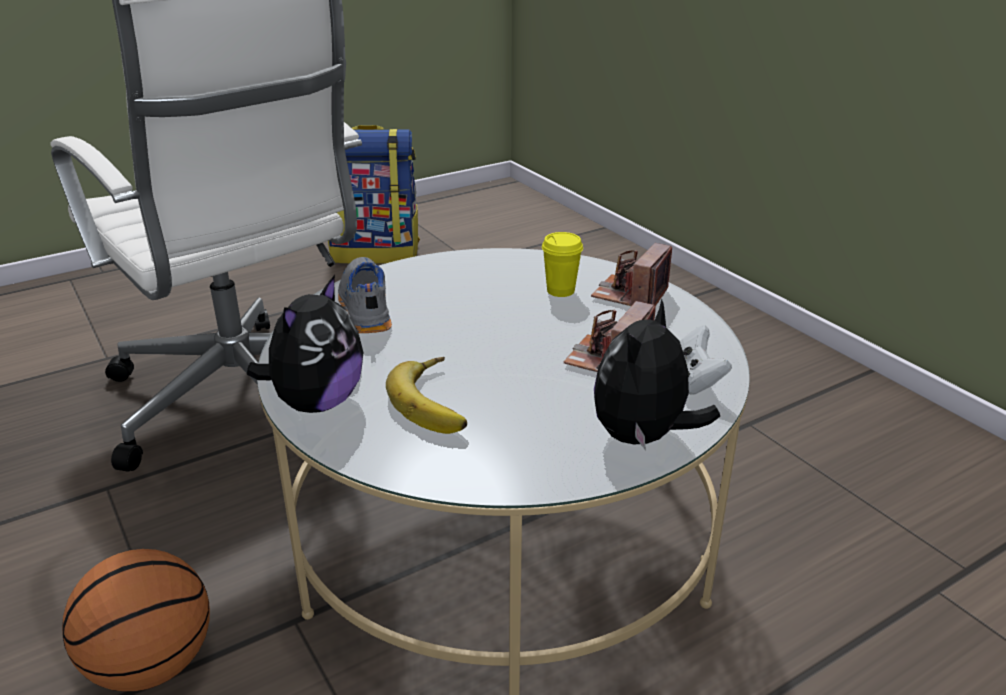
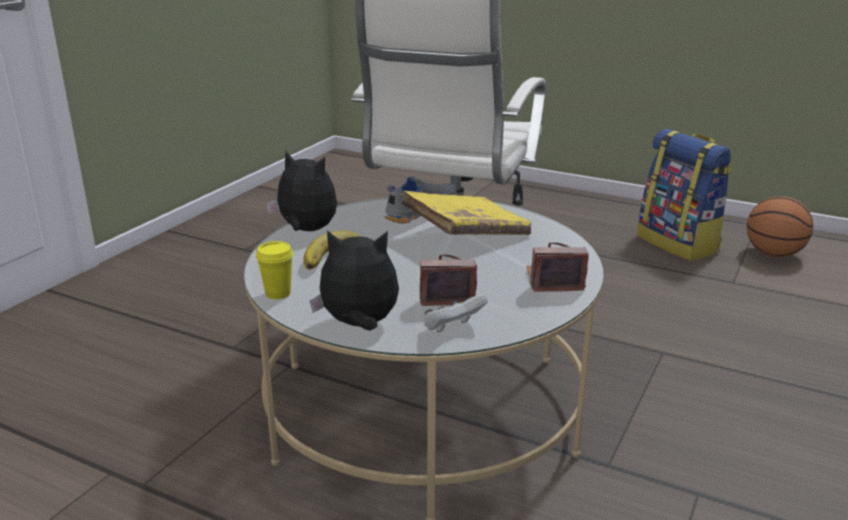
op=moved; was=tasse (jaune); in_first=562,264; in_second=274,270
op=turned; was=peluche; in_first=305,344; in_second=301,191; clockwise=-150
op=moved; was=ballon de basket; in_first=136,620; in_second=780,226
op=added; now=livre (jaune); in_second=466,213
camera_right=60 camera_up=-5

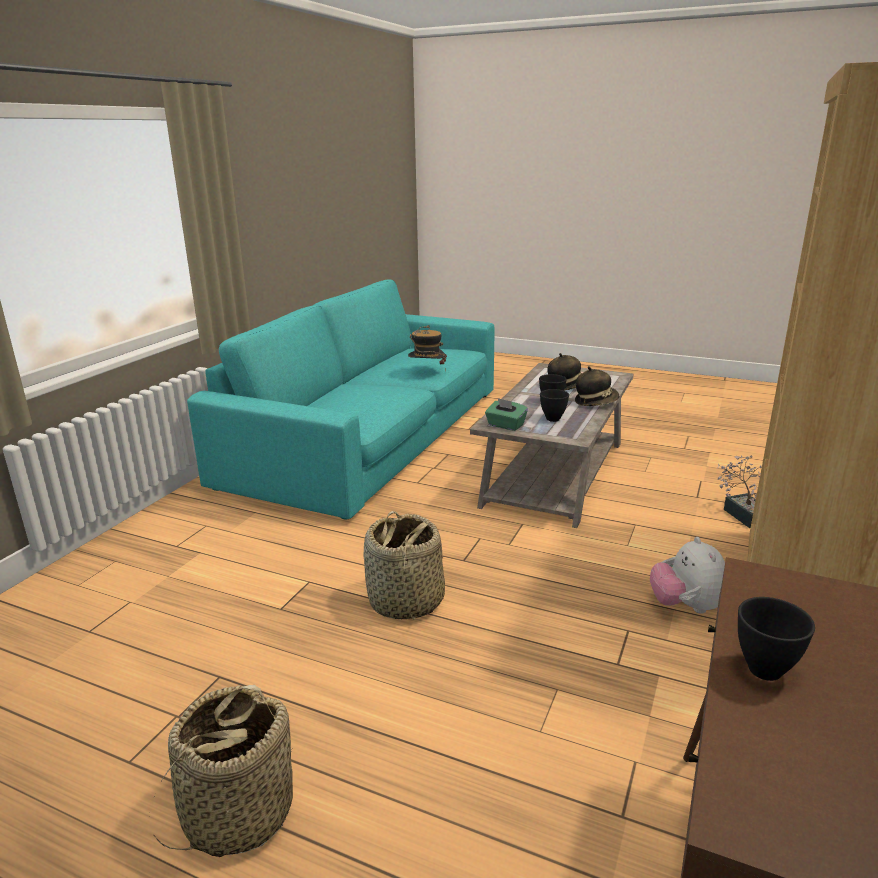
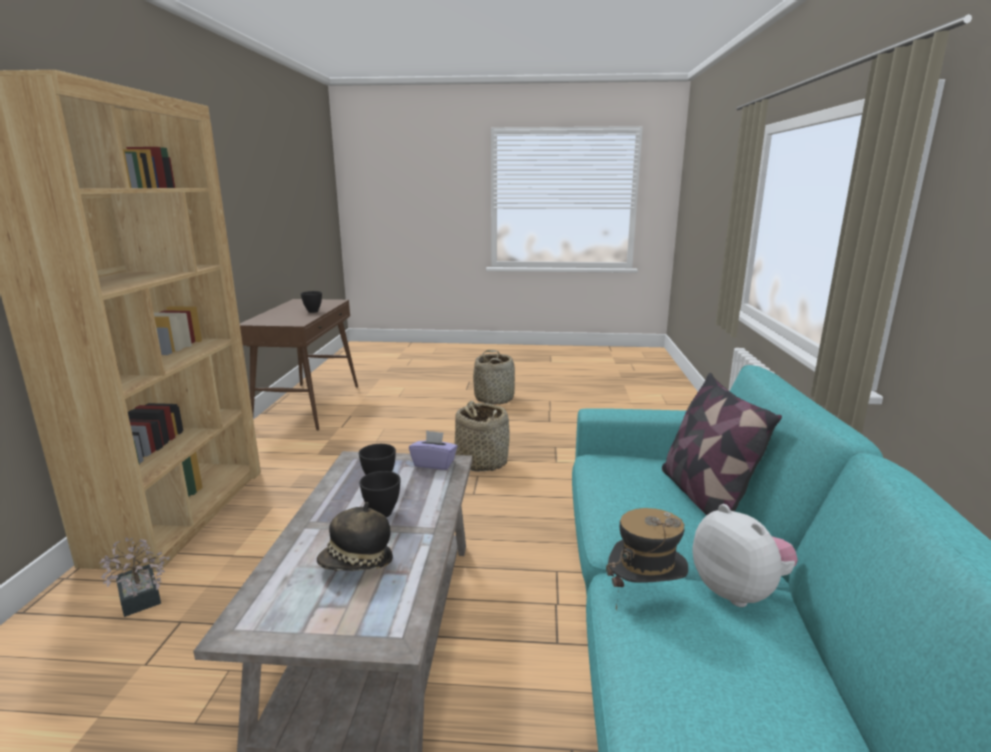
op=removed; was=chapeau; in_first=597,386
op=recoloured; was=boîte à mouchoirs (vert); now=boîte à mouchoirs (violet); in_first=506,414; in_second=433,450
op=moved; was=peluche; in_first=687,575; in_second=745,555
op=added; now=coussin; in_second=722,444
camera_right=160 camera_up=-5

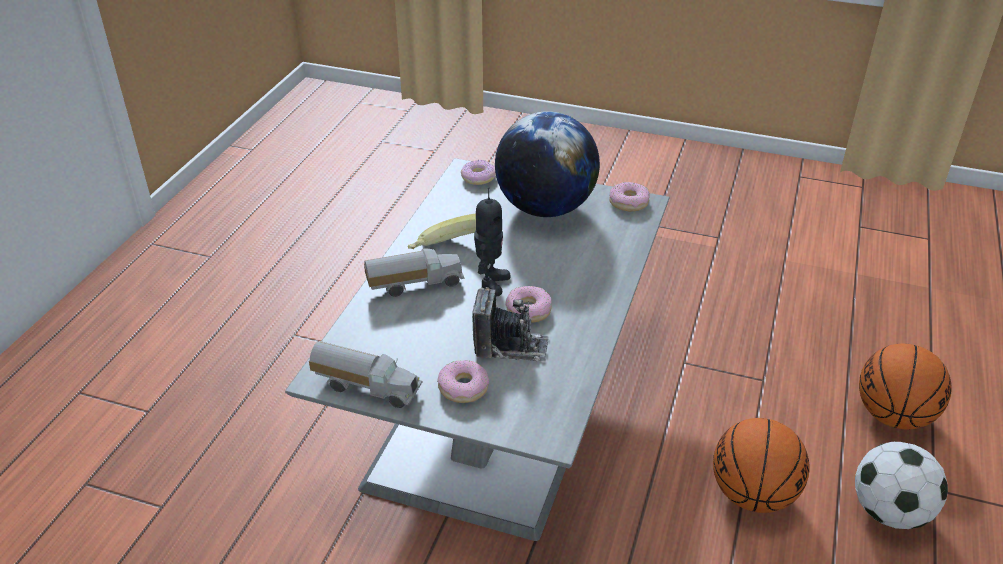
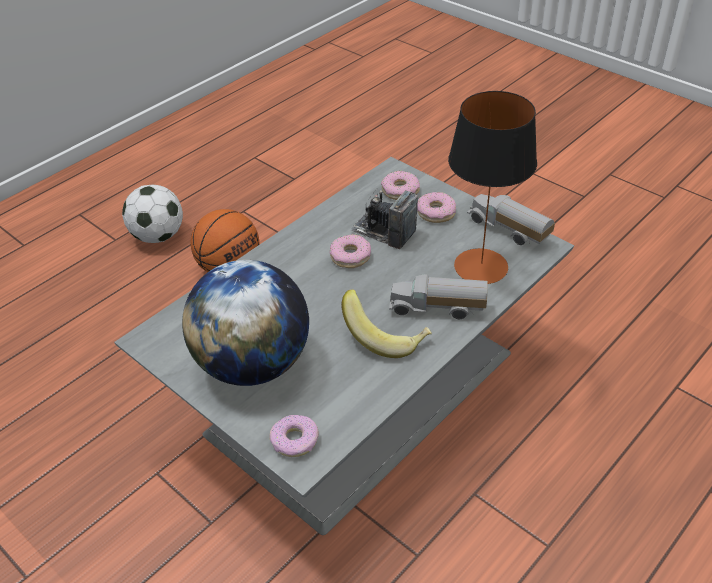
op=moved; was=beignet; in_first=629,196; in_second=400,185
op=removed; was=robot jouet; in_first=492,241
op=removed; was=ballon de basket; in_first=905,387
op=added; now=lampe de table; in_second=492,187
camera_right=-155 camera_up=5

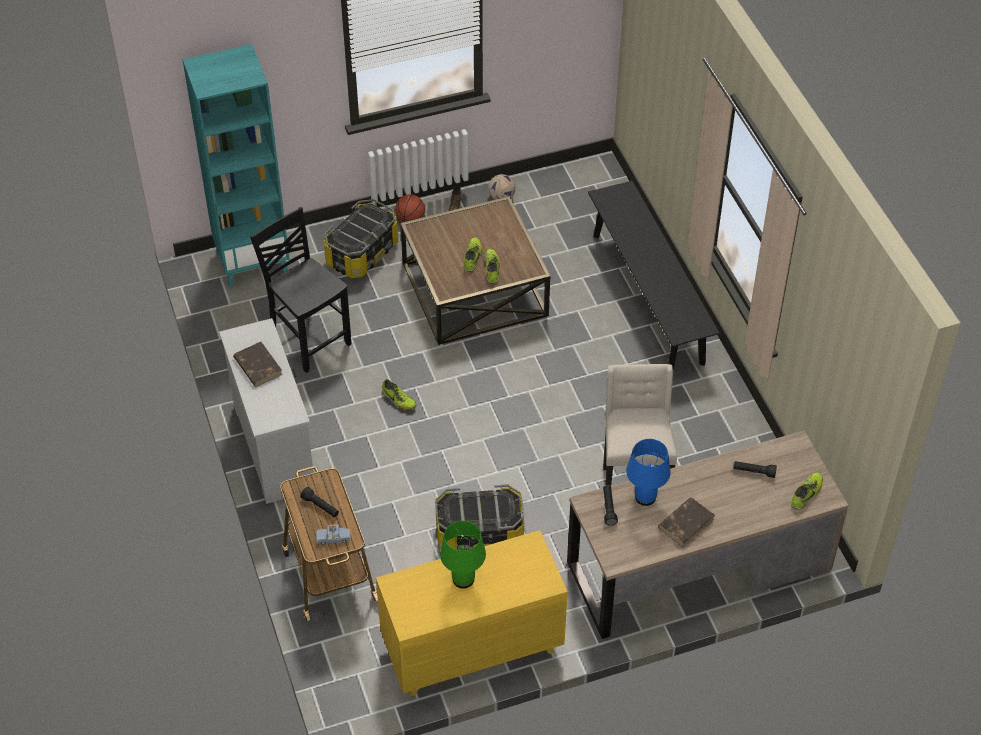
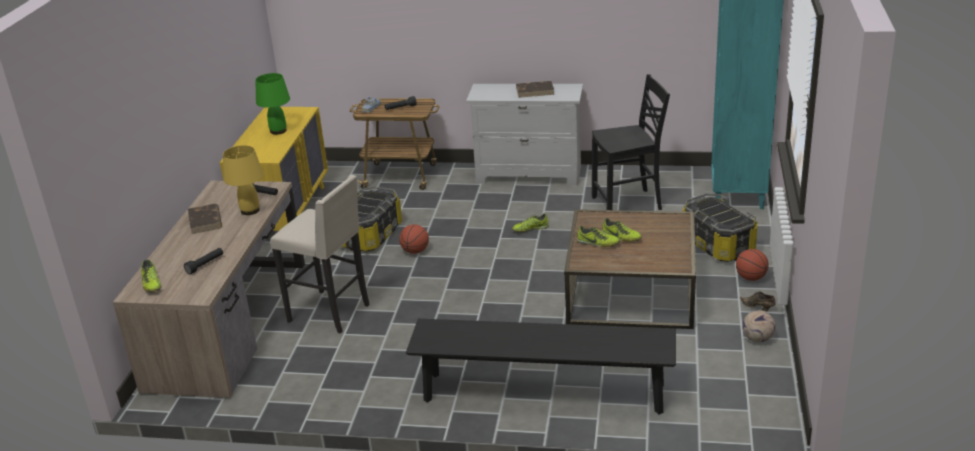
op=recoloured; was=lampe de table (bleu); now=lampe de table (jaune); in_first=648,472; in_second=243,180
op=added; now=ballon de basket; in_second=414,239
camera_right=120 camera_up=-20

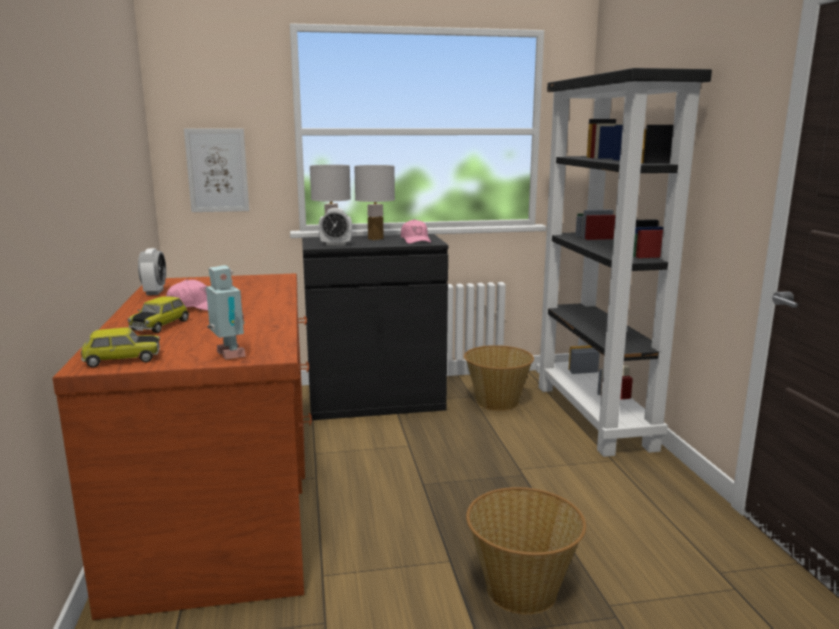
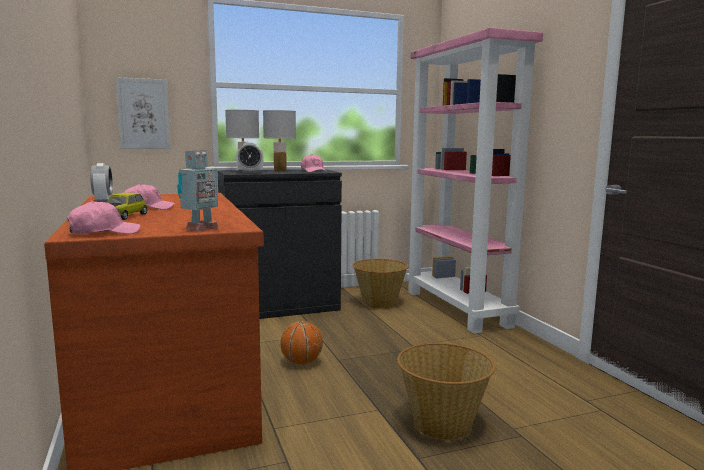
op=recoloured; was=bibliothèque (noir); now=bibliothèque (rose); in_first=624,262; in_second=474,181
op=turned; was=robot jouet; in_first=226,312; in_second=197,190; clockwise=75
op=replaced; was=petite voiture; now=casquette (rose); in_first=120,347; in_second=103,217
op=added; now=ballon de basket; in_second=302,343
camera_right=-10 camera_up=-5

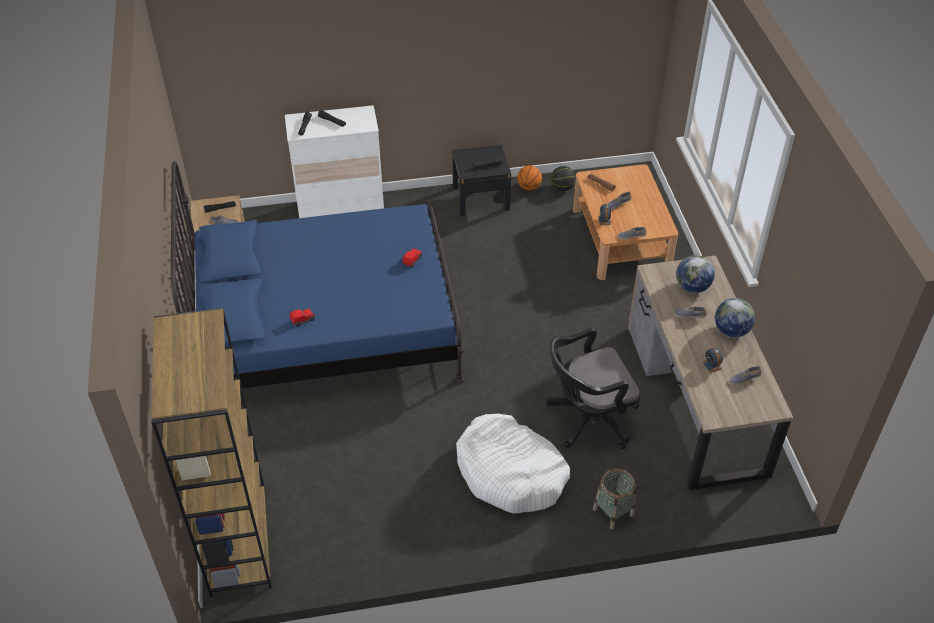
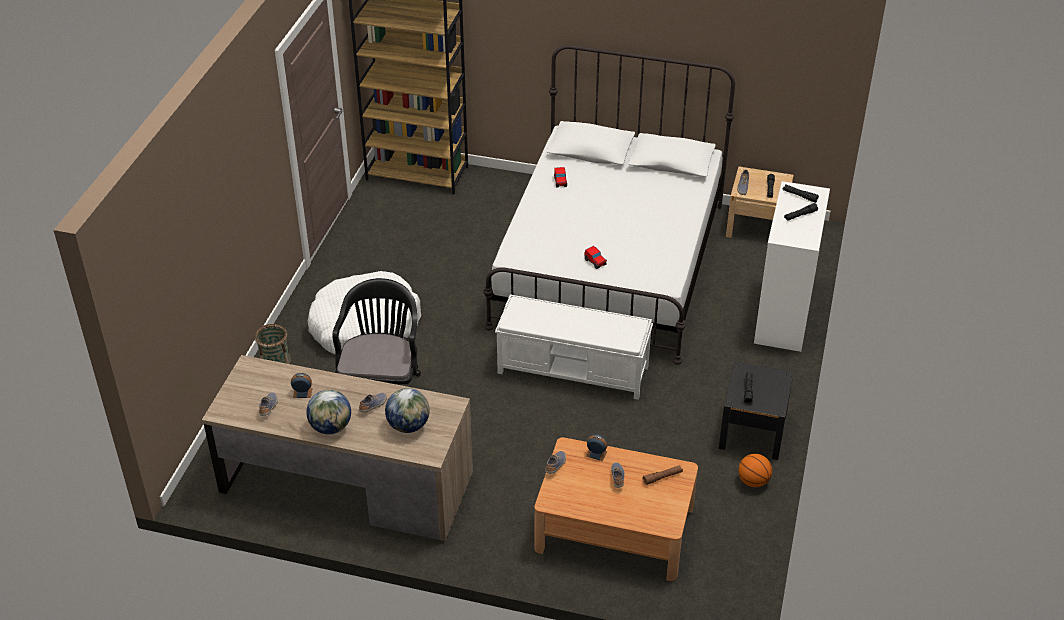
op=recoloured; was=lit (bleu); now=lit (blanc); in_first=317,274; in_second=609,204
op=removed; was=ballon de basket; in_first=563,178
op=added; now=banc (blanc); in_second=574,347
camera_right=115 camera_up=-5

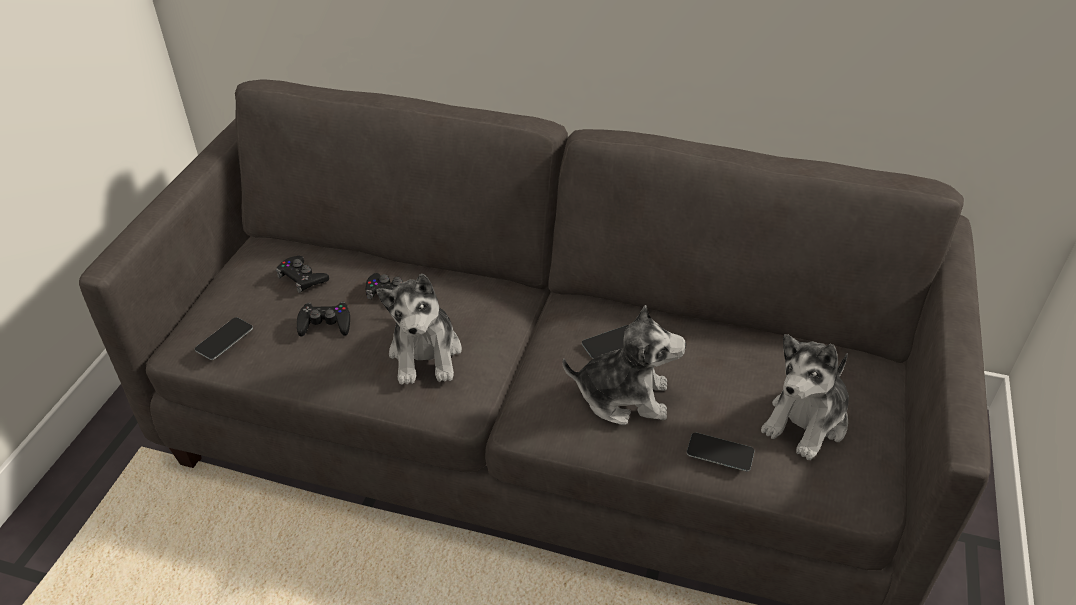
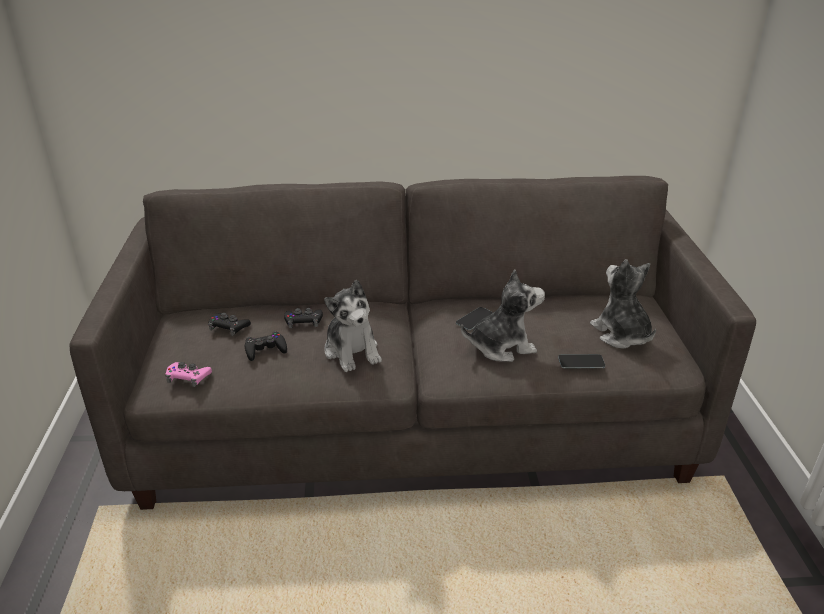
op=replaced; was=téléphone; now=manette (rose); in_first=224,339; in_second=188,374
op=turned; was=peluche; in_first=805,397; in_second=623,303; clockwise=135
camera_right=-20 camera_up=-10

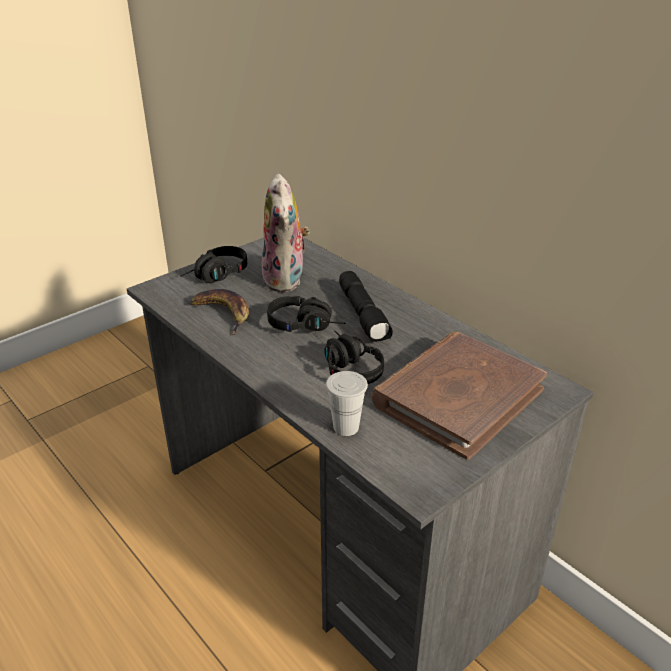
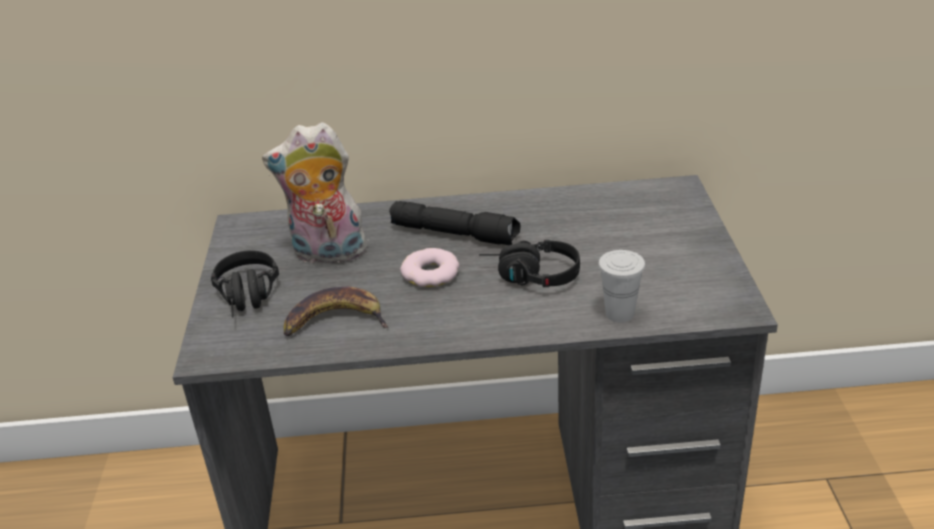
op=turned; was=peluche; in_first=285,233; in_second=315,193; clockwise=150
op=replaced; was=casque audio (noir); now=beignet; in_first=306,314; in_second=429,267
op=removed; was=livre (marron); in_first=459,396
camera_right=-50 camera_up=0

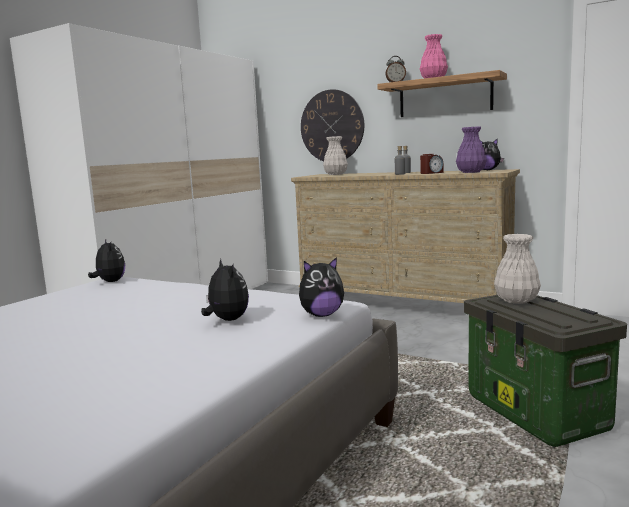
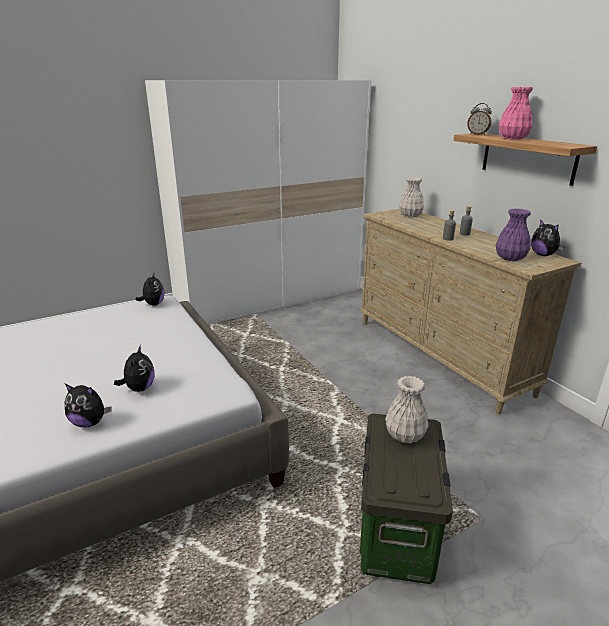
op=removed; was=horloge murale; in_first=332,125
op=removed; was=réveil; in_first=431,164
op=moved; was=peluche; in_first=321,287; in_second=88,405
camera_right=30 camera_up=15

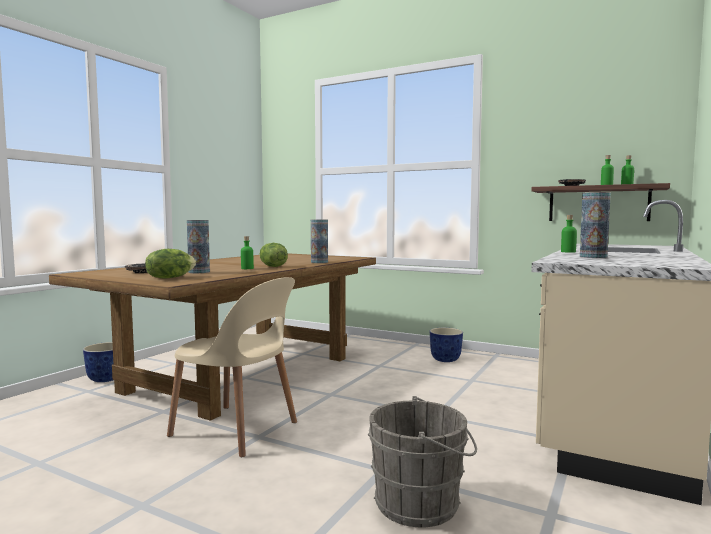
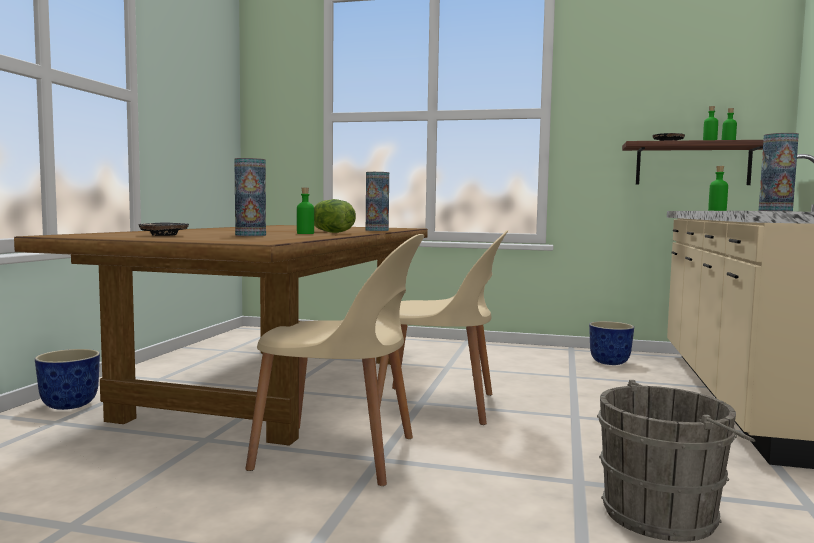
op=removed; was=laitue; in_first=170,264
op=moved; was=cache-pot; in_first=446,345; in_second=611,343
op=added; now=chaise (beige); in_second=442,327
camera_right=-15 camera_up=0

